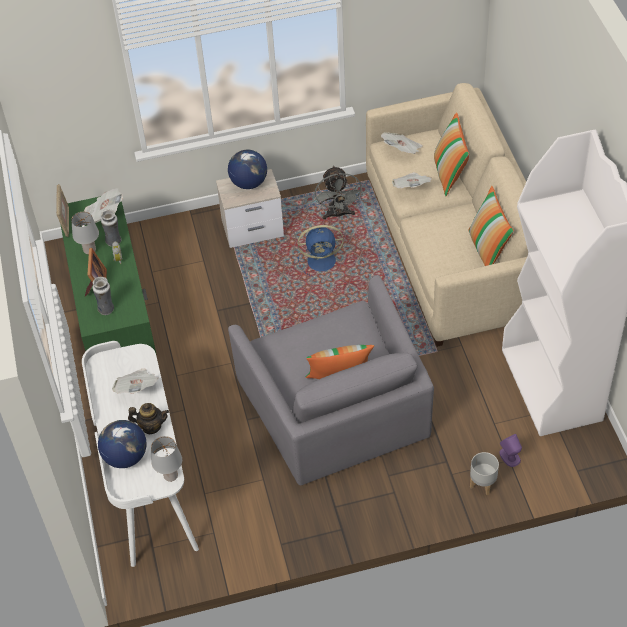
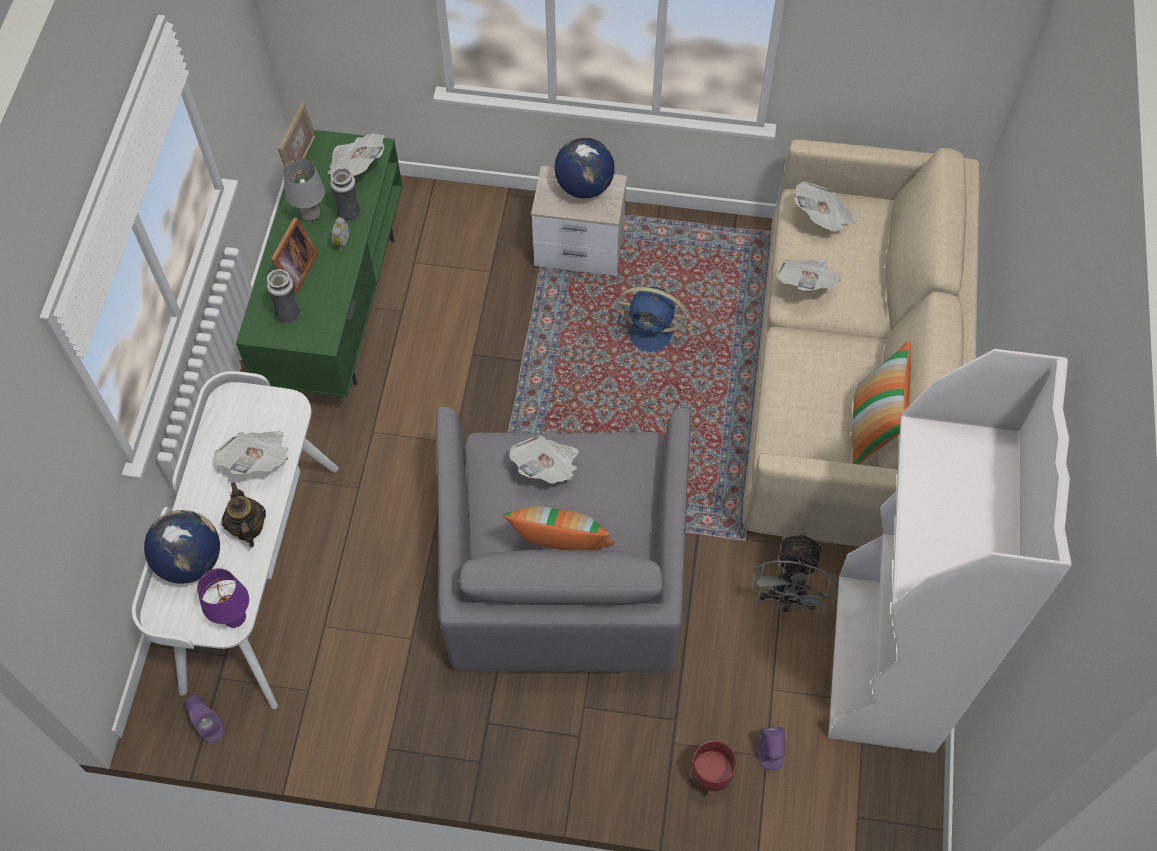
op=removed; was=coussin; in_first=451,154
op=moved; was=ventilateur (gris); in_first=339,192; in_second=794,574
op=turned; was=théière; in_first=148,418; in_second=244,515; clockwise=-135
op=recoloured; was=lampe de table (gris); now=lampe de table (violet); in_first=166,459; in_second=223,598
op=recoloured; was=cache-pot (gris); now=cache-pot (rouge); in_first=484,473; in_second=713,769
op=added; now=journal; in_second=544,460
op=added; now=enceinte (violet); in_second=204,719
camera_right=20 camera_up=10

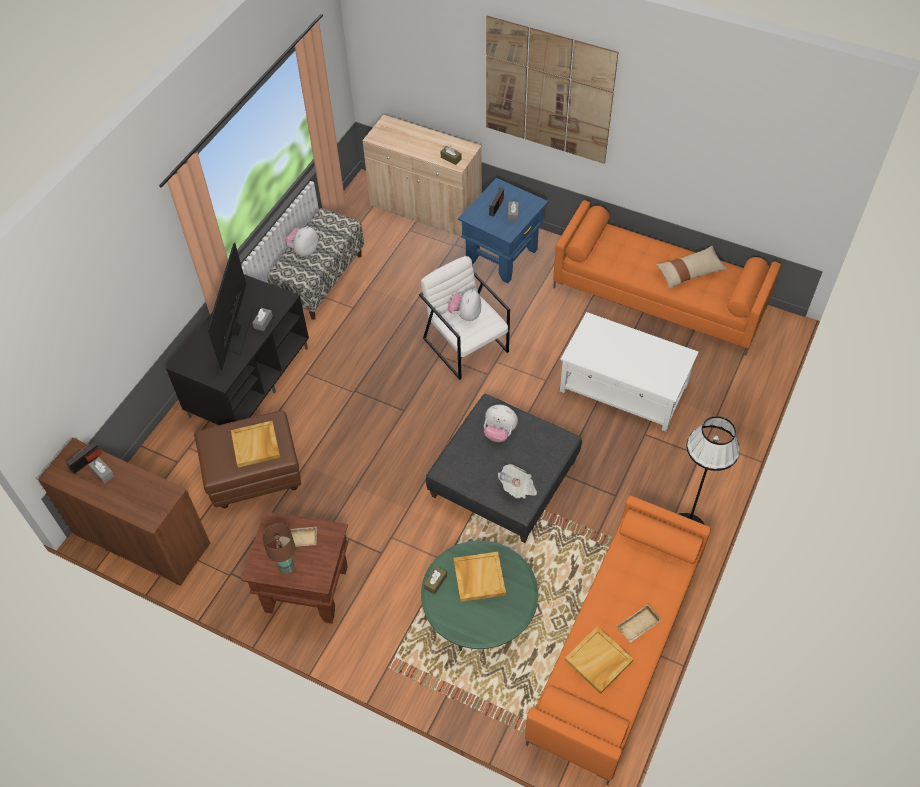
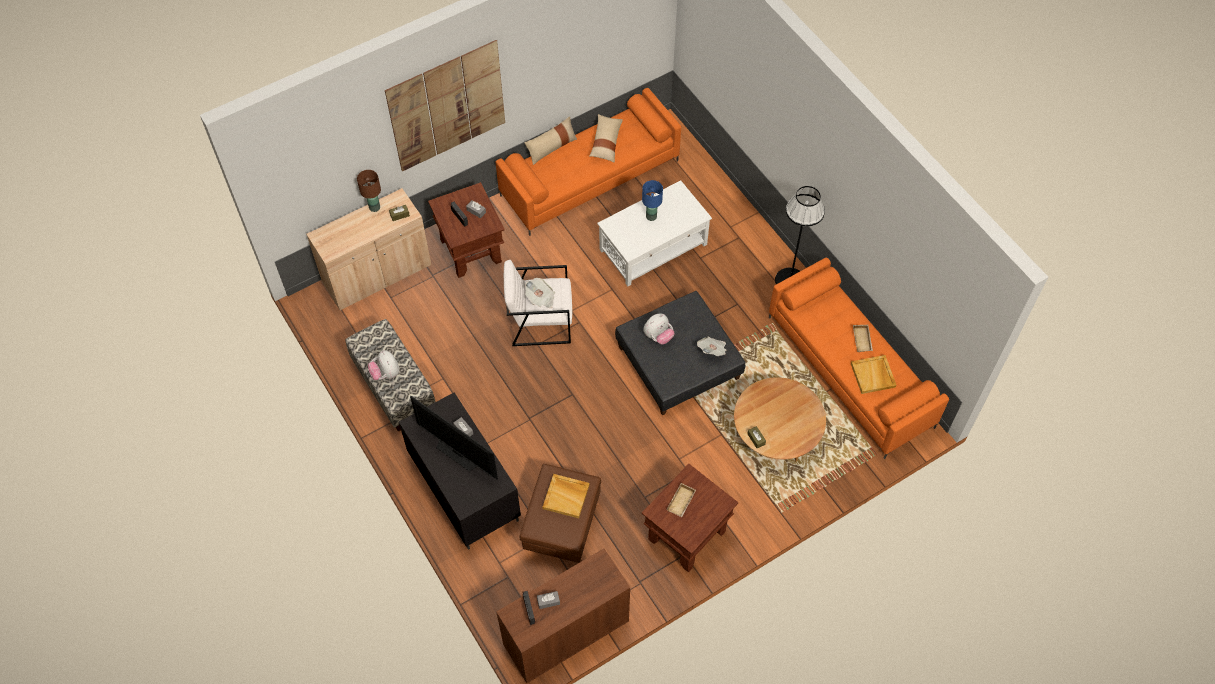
op=recoloured; was=table d'appoint (bleu); now=table d'appoint (marron); in_first=503,230; in_second=466,230
op=replaced; was=peluche; now=journal; in_first=464,305; in_second=540,293
op=moved; was=lampe de table (marron); in_first=278,548; in_second=369,191
op=recoloured; was=table basse (vert); now=table basse (marron); in_first=479,596; in_second=780,419
op=removed; was=plateau (beige); in_first=479,577
op=added; now=coussin (beige); in_second=550,140
op=added; now=lampe de table (bleu); in_second=652,200
camera_right=-60 camera_up=5

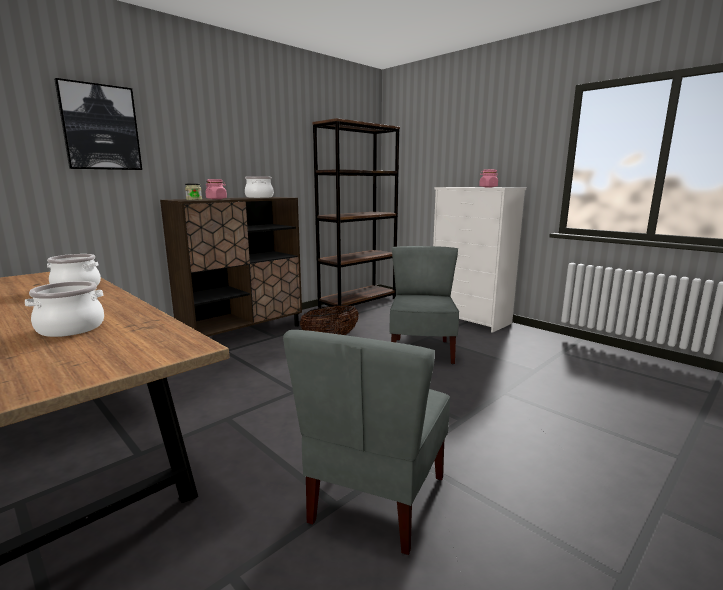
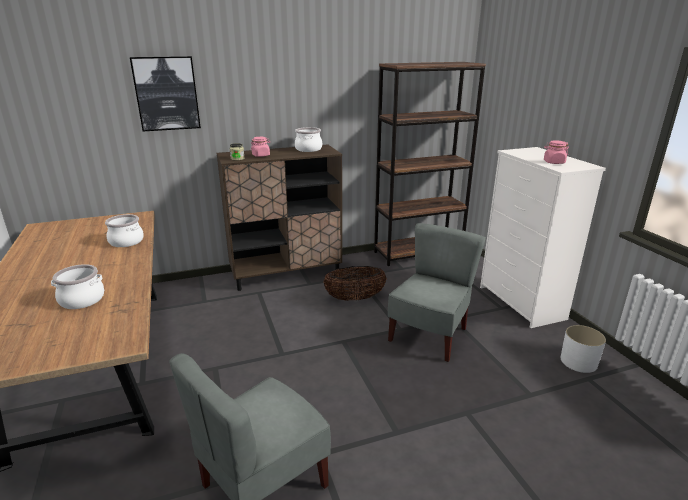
op=added; now=cache-pot (blanc); in_second=583,349
camera_right=25 camera_up=10

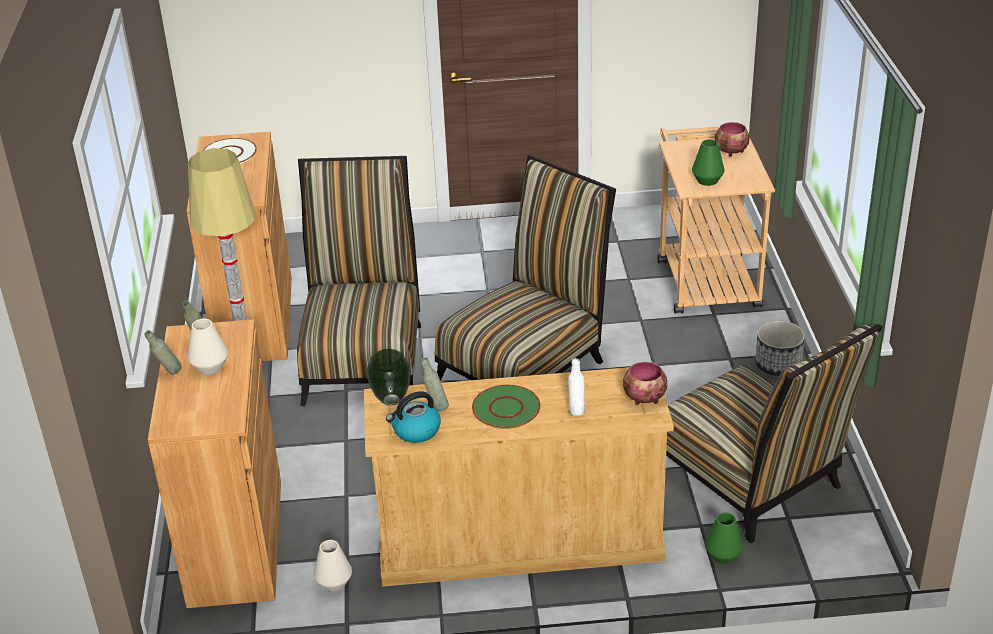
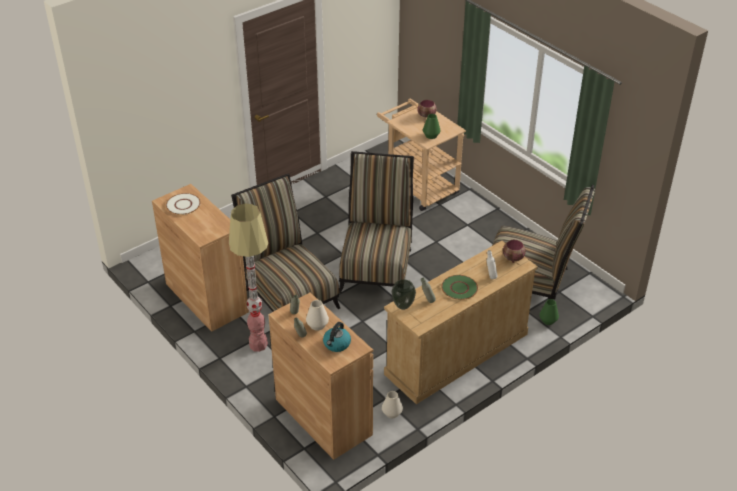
op=removed; was=cache-pot; in_first=780,348
op=moved; was=bouilloire; in_first=413,417; in_second=337,337
camera_right=-35 camera_up=5

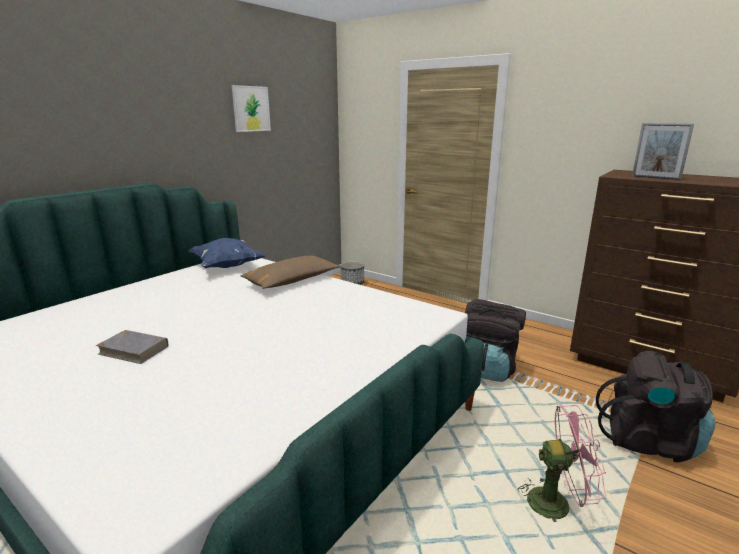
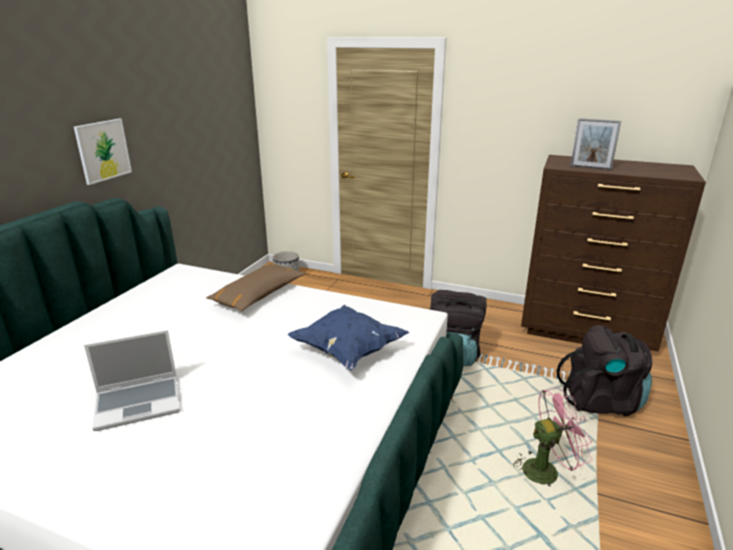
op=moved; was=tableau; in_first=251,108; in_second=103,152
op=moved; was=coussin (bleu); in_first=227,253; in_second=348,337
op=replaced; was=livre (gris); now=ordinateur portable; in_first=132,347; in_second=132,380
camera_right=-15 camera_up=5

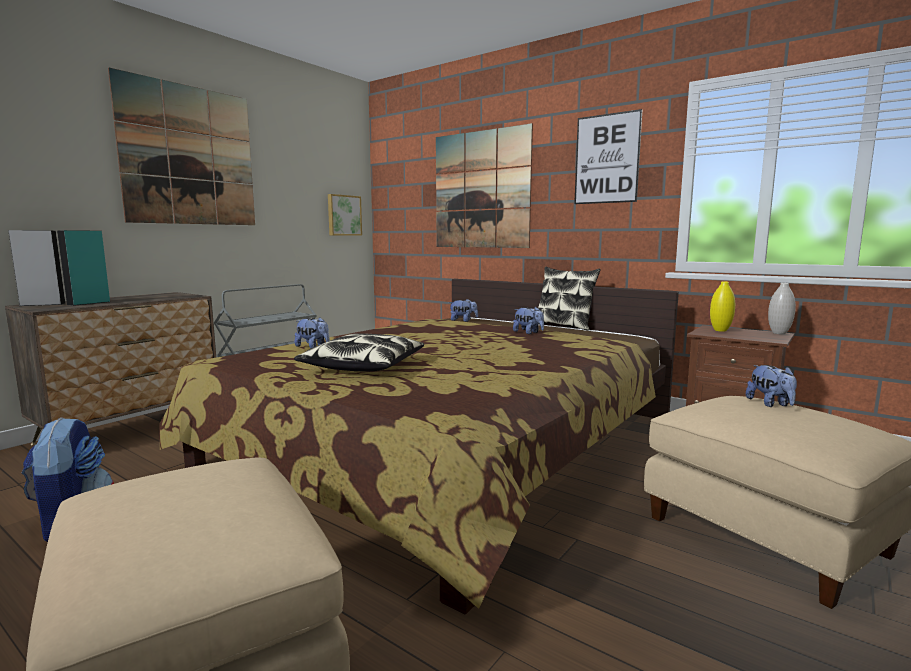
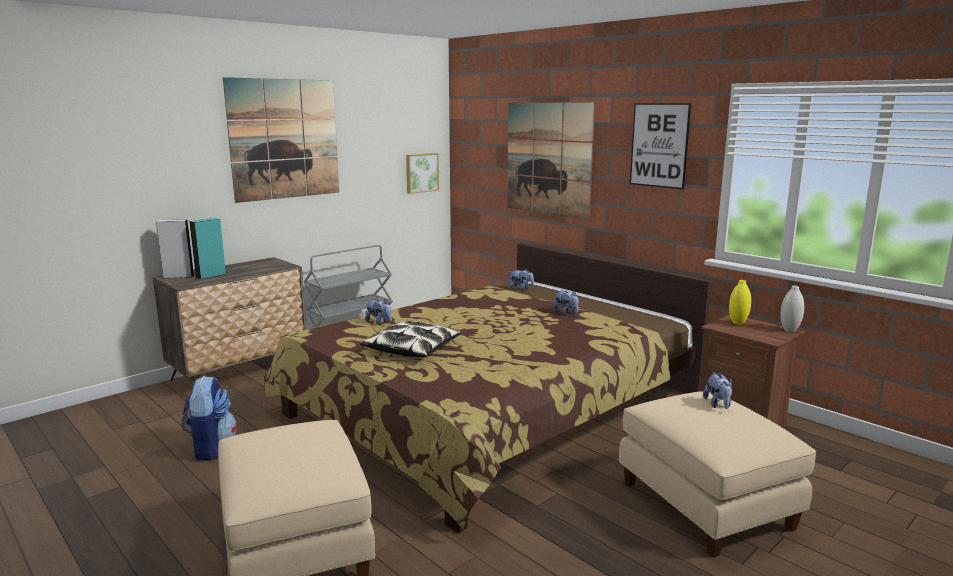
op=removed; was=coussin; in_first=569,299
camera_right=10 camera_up=5

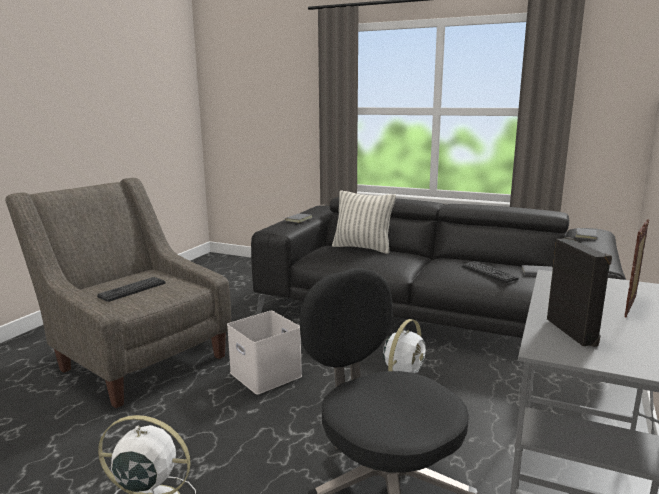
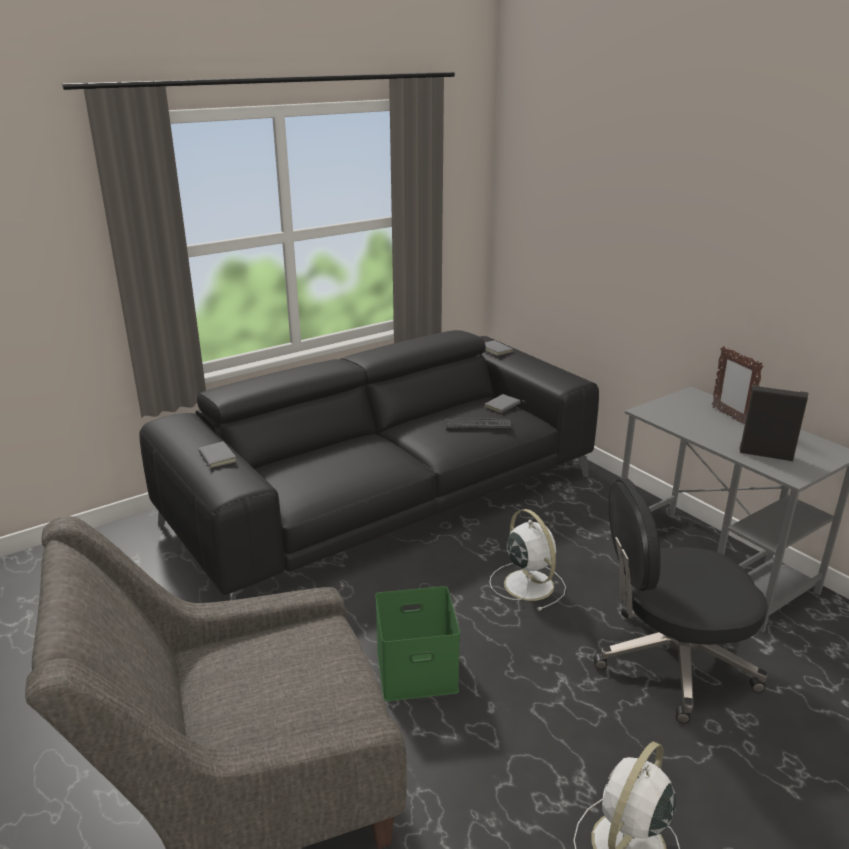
op=removed; was=coussin; in_first=364,222
op=removed; was=clavier; in_first=131,289
op=recoloured; was=boîte de rangement (blanc); now=boîte de rangement (vert); in_first=264,353; in_second=417,643
camera_right=-60 camera_up=10

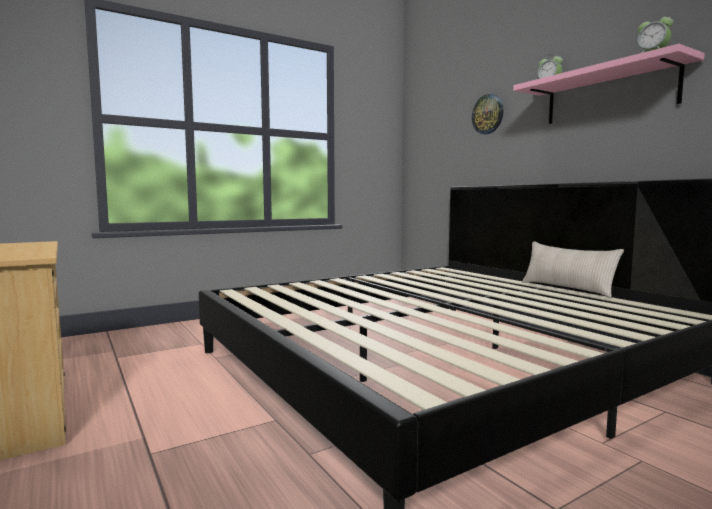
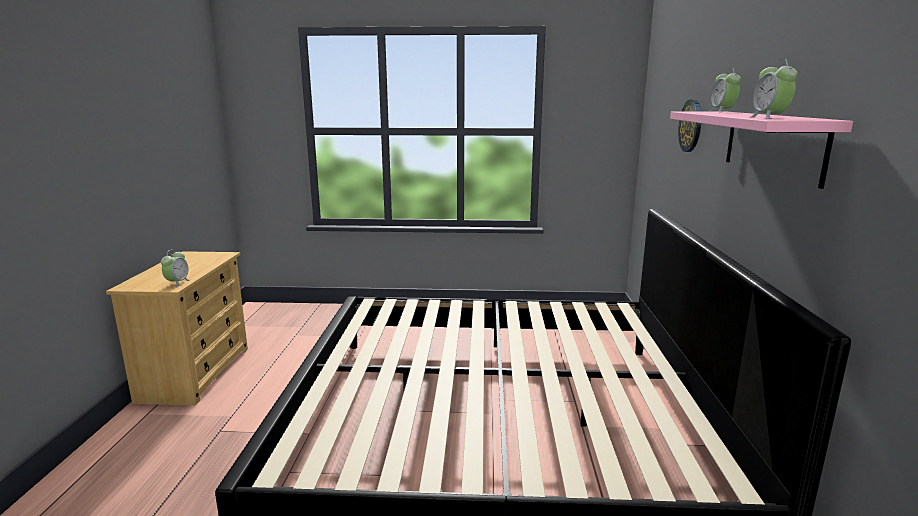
op=removed; was=coussin (beige); in_first=573,269
op=added; now=réveil; in_second=176,268
camera_right=35 camera_up=10

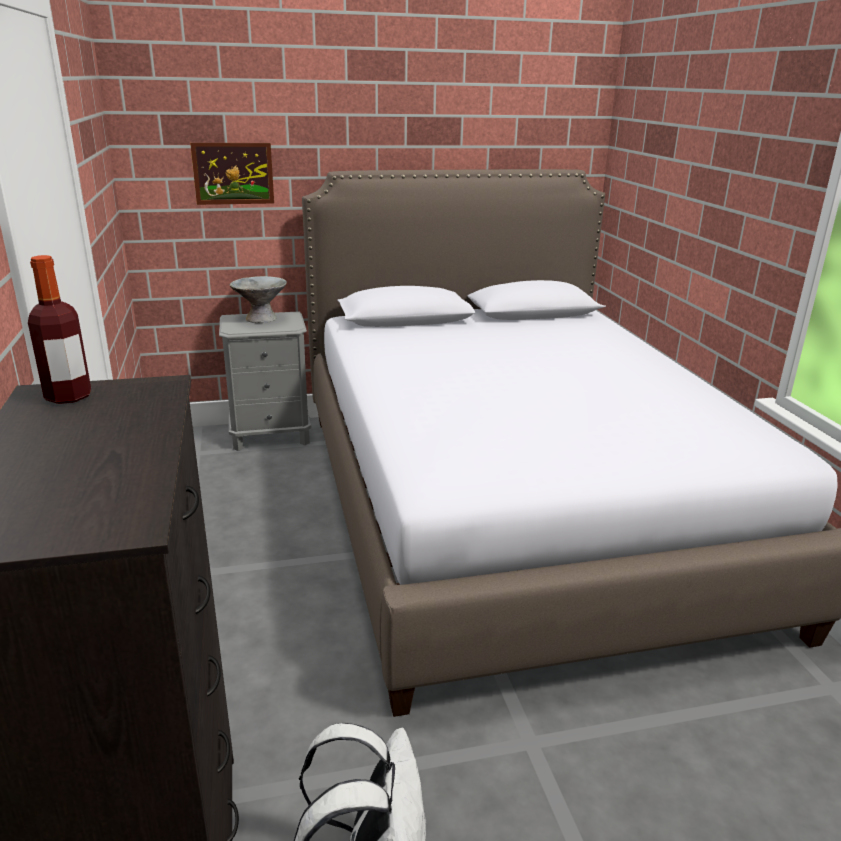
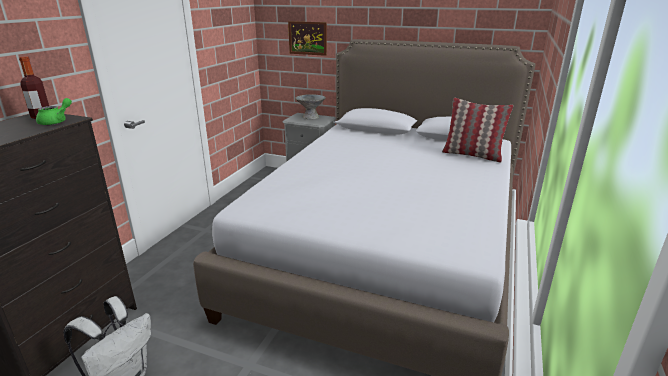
op=added; now=théière (vert); in_second=54,111
op=added; now=coussin; in_second=477,130
camera_right=35 camera_up=0

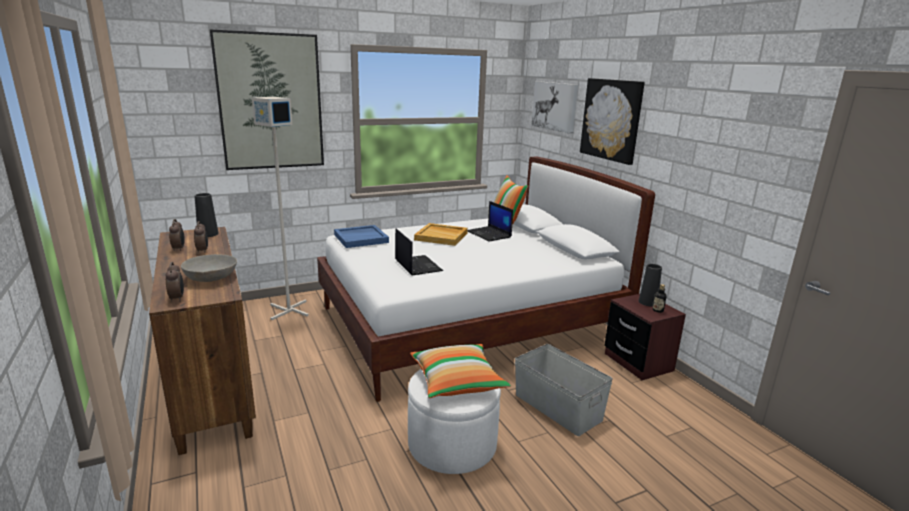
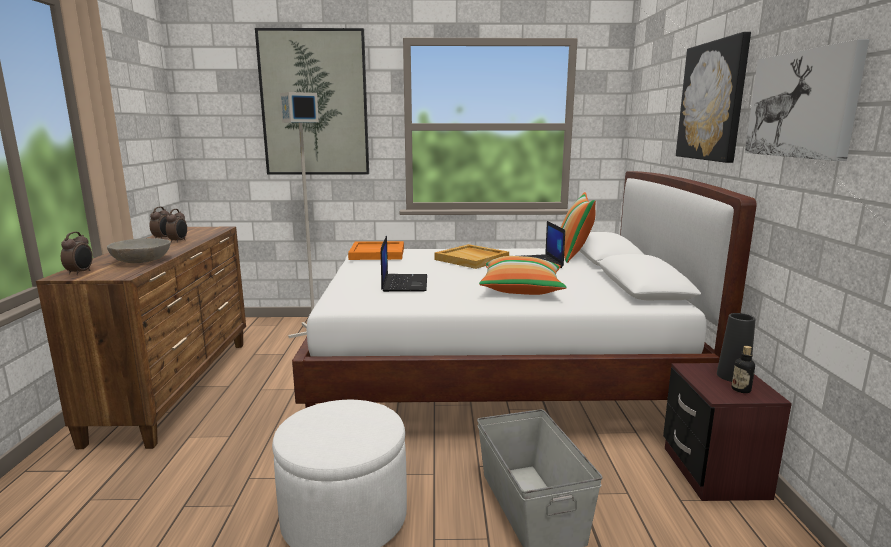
op=moved; was=tableau; in_first=555,107; in_second=807,100
op=removed; was=vase (noir); in_first=207,215
op=recoloured; was=plateau (bleu); now=plateau (orange); in_first=361,236; in_second=376,250
op=moved; was=coussin; in_first=460,371; in_second=522,275
camera_right=25 camera_up=-5

